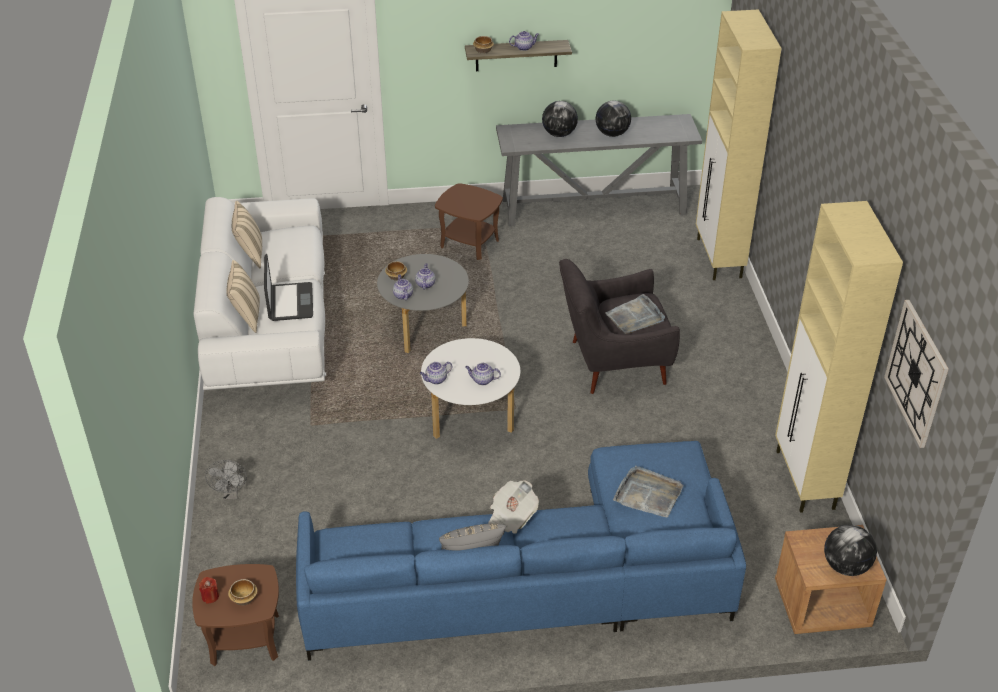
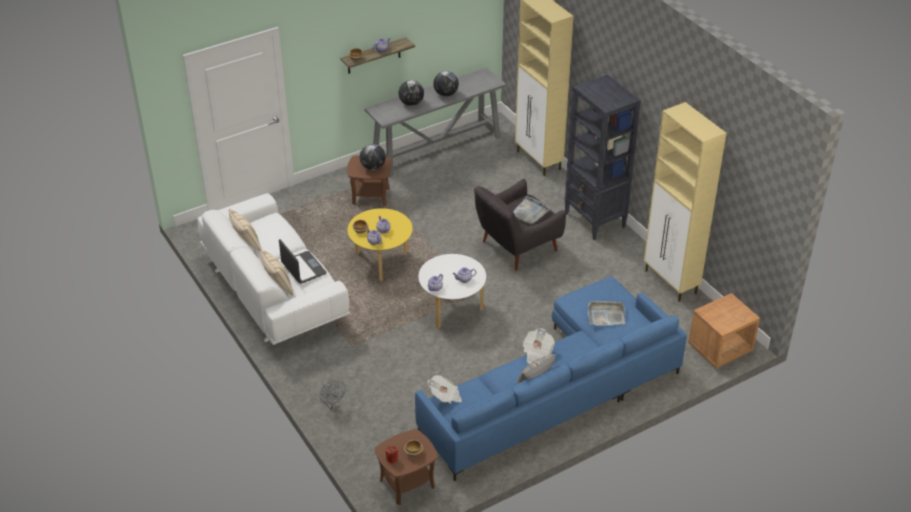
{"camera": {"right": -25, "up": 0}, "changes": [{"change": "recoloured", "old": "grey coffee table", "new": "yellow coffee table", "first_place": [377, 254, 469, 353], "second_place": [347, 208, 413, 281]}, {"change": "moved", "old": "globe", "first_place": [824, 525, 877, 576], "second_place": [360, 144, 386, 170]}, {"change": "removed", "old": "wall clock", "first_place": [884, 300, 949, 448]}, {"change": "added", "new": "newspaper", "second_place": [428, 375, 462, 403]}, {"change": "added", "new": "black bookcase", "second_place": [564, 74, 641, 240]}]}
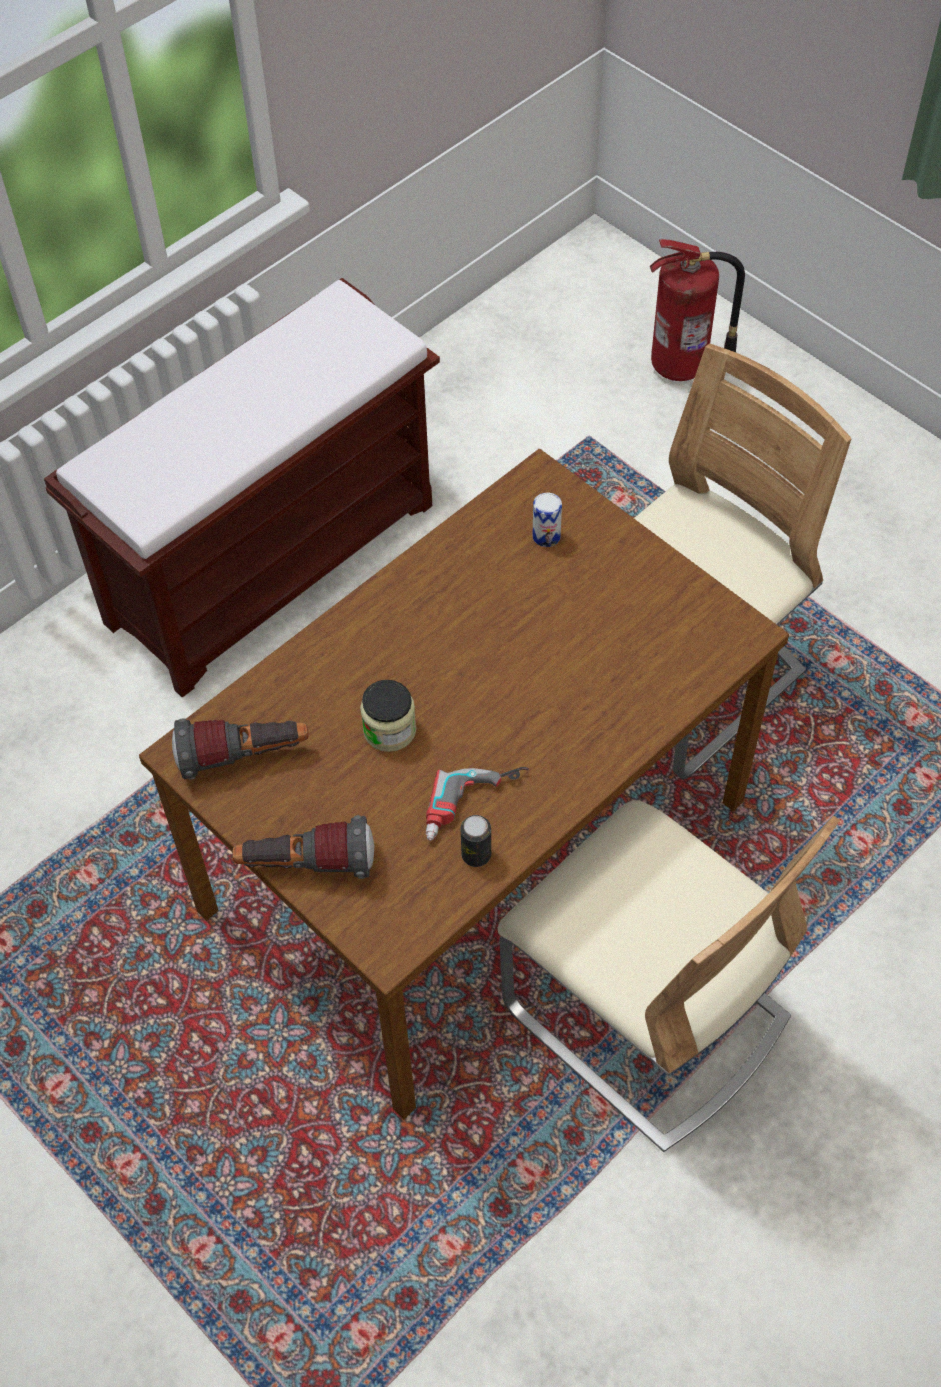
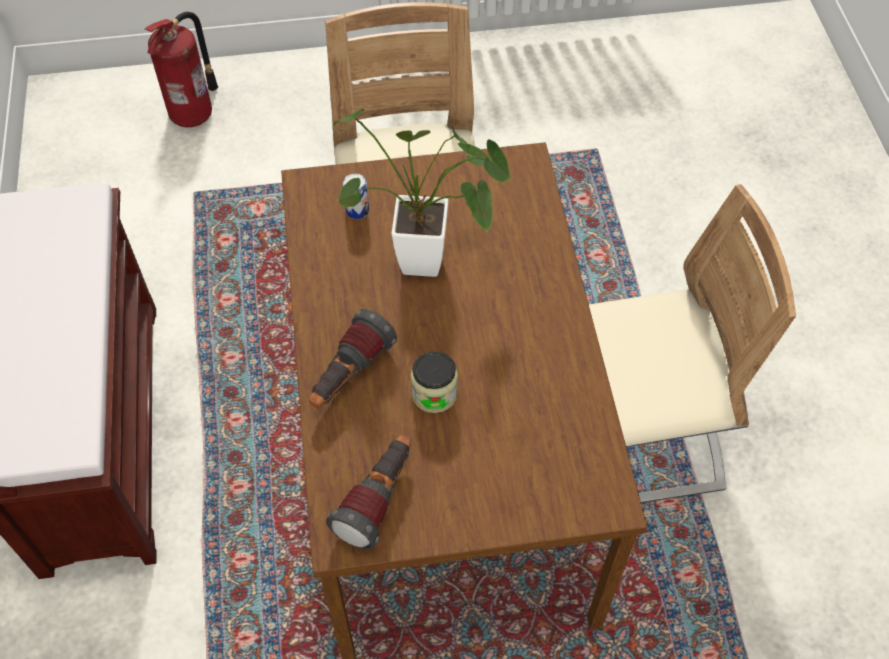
{"camera": {"right": -55, "up": 0}, "changes": [{"change": "moved", "old": "flashlight", "first_place": [232, 815, 374, 879], "second_place": [309, 309, 397, 408]}, {"change": "removed", "old": "power drill", "first_place": [425, 767, 529, 841]}, {"change": "removed", "old": "can", "first_place": [460, 815, 491, 867]}, {"change": "added", "new": "potted plant", "second_place": [332, 109, 512, 277]}]}
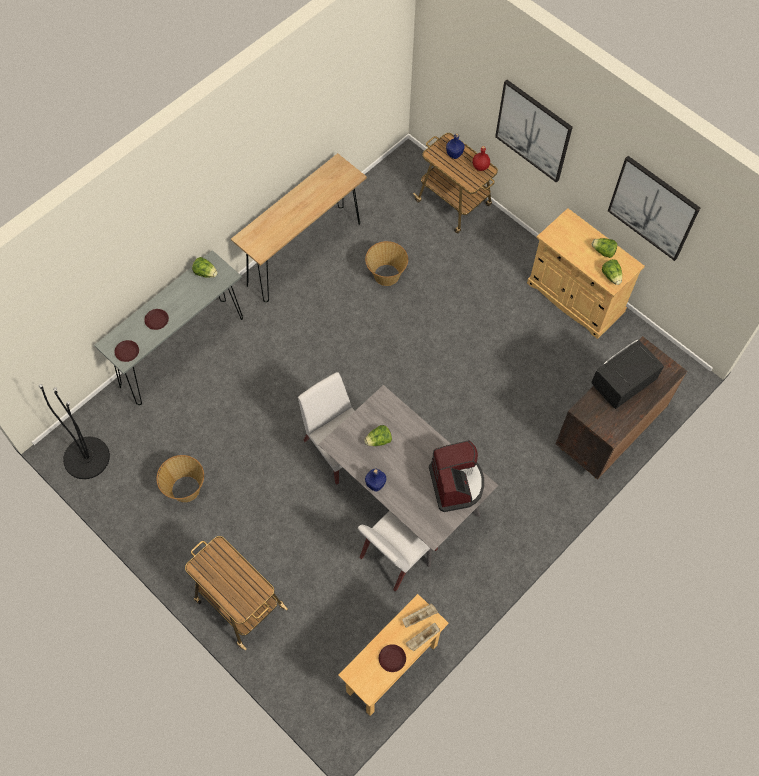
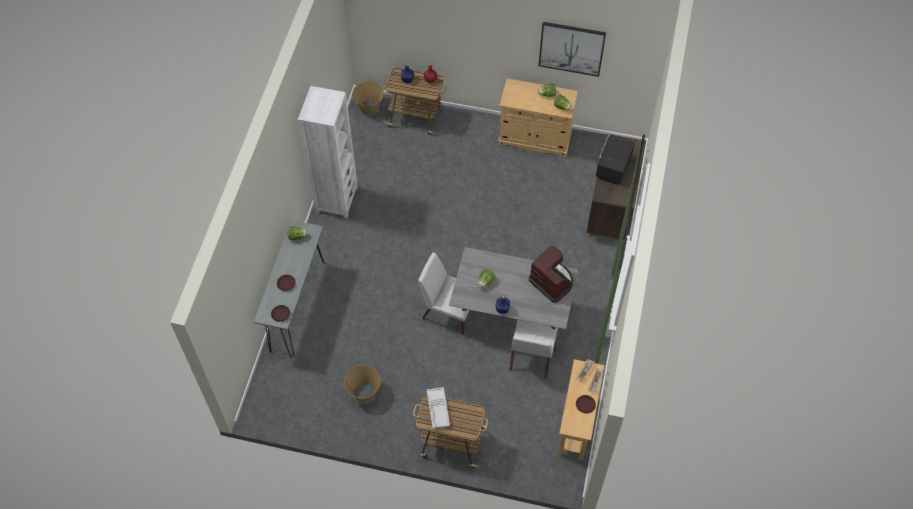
{"camera": {"right": -30, "up": -5}, "changes": [{"change": "removed", "old": "black floor lamp", "first_place": [39, 384, 110, 479]}, {"change": "replaced", "old": "brown console table", "new": "white bookcase", "first_place": [231, 153, 367, 302], "second_place": [298, 86, 358, 218]}, {"change": "moved", "old": "basket", "first_place": [365, 241, 408, 286], "second_place": [352, 82, 384, 115]}, {"change": "removed", "old": "picture", "first_place": [495, 80, 573, 183]}, {"change": "added", "new": "white tray", "second_place": [427, 387, 450, 429]}]}
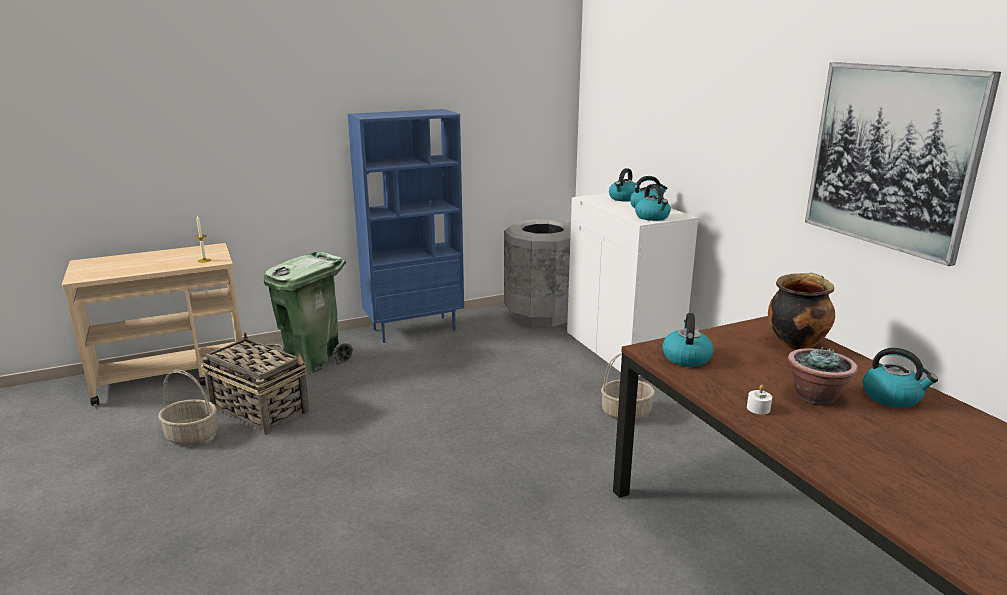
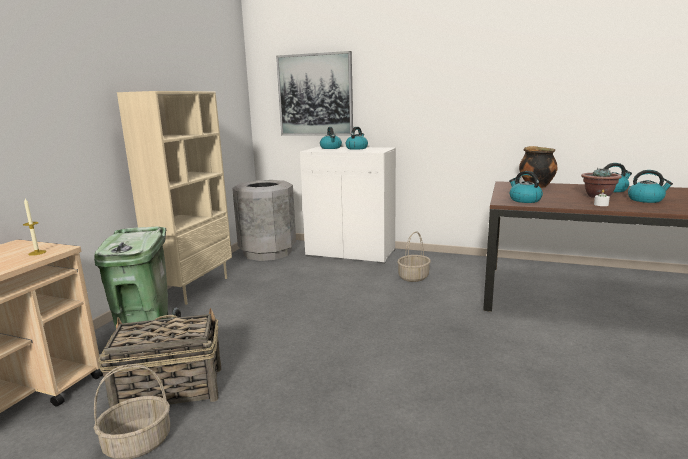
{"camera": {"right": -45, "up": -5}, "changes": [{"change": "recoloured", "old": "blue bookcase", "new": "beige bookcase", "first_place": [348, 109, 464, 343], "second_place": [117, 91, 232, 305]}, {"change": "moved", "old": "kettle", "first_place": [635, 184, 671, 221], "second_place": [628, 170, 673, 203]}, {"change": "moved", "old": "picture", "first_place": [805, 62, 1001, 266], "second_place": [276, 51, 353, 136]}]}
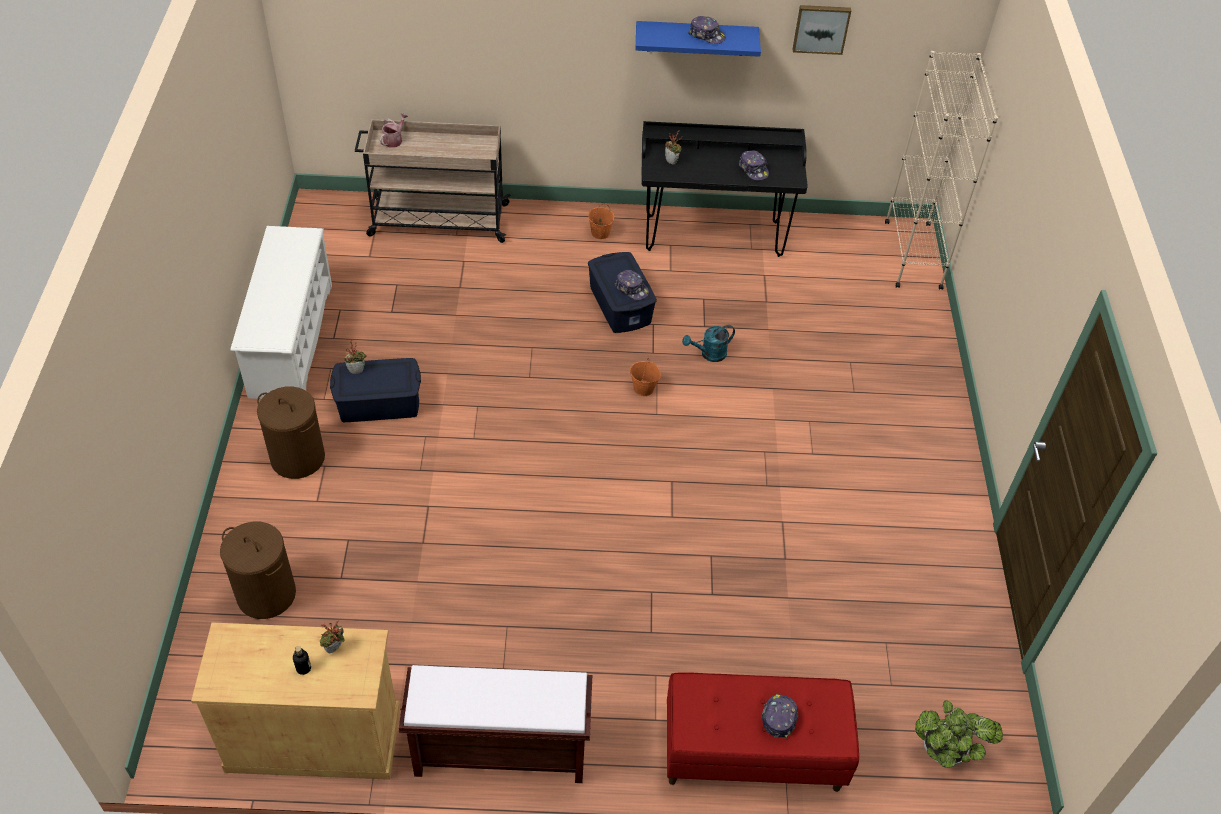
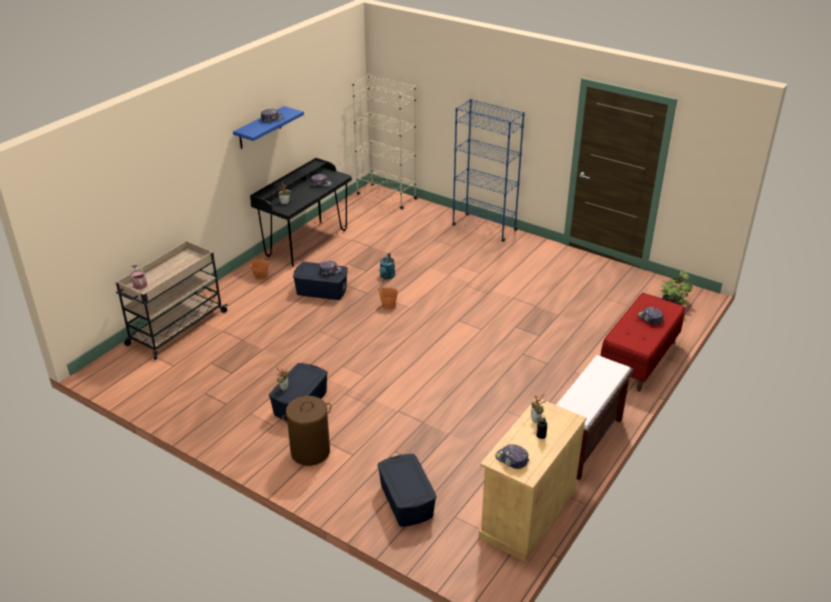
{"camera": {"right": -55, "up": -15}, "changes": [{"change": "replaced", "old": "brown laundry basket", "new": "blue storage box", "first_place": [220, 521, 296, 619], "second_place": [377, 454, 437, 527]}, {"change": "removed", "old": "white shoe rack", "first_place": [231, 226, 332, 399]}, {"change": "removed", "old": "picture", "first_place": [793, 5, 851, 55]}, {"change": "added", "new": "blue bookcase", "second_place": [452, 99, 525, 242]}, {"change": "added", "new": "cap", "second_place": [495, 444, 529, 469]}]}
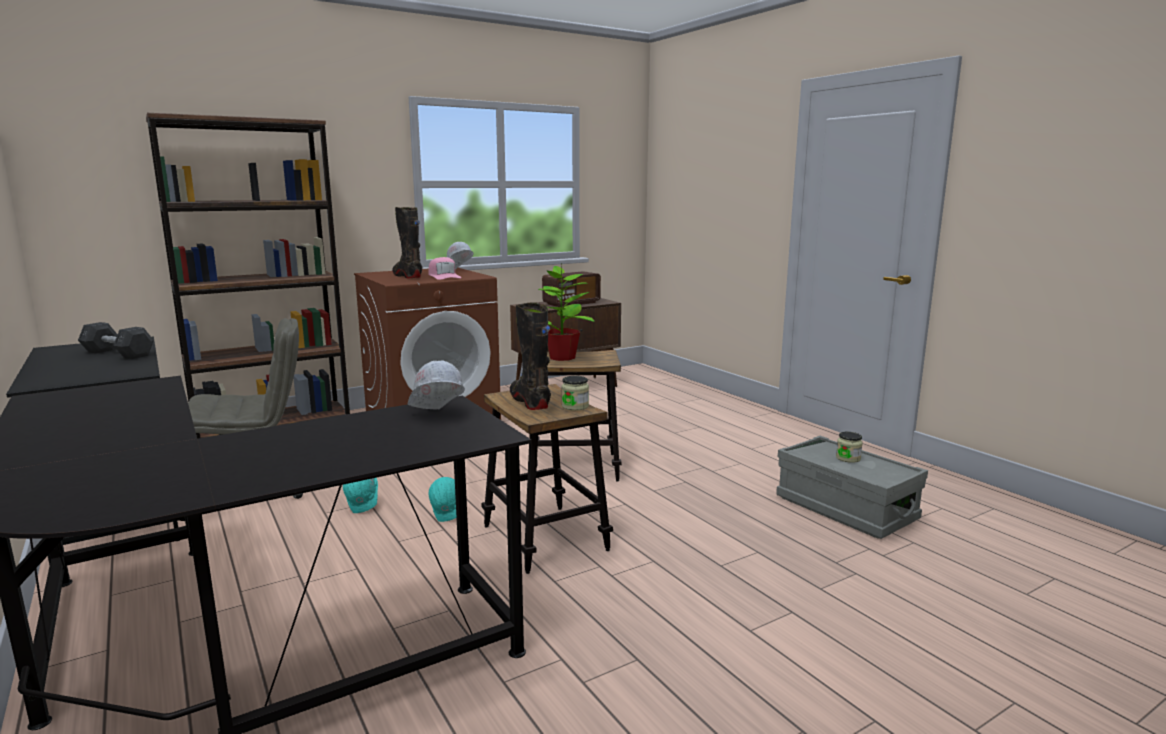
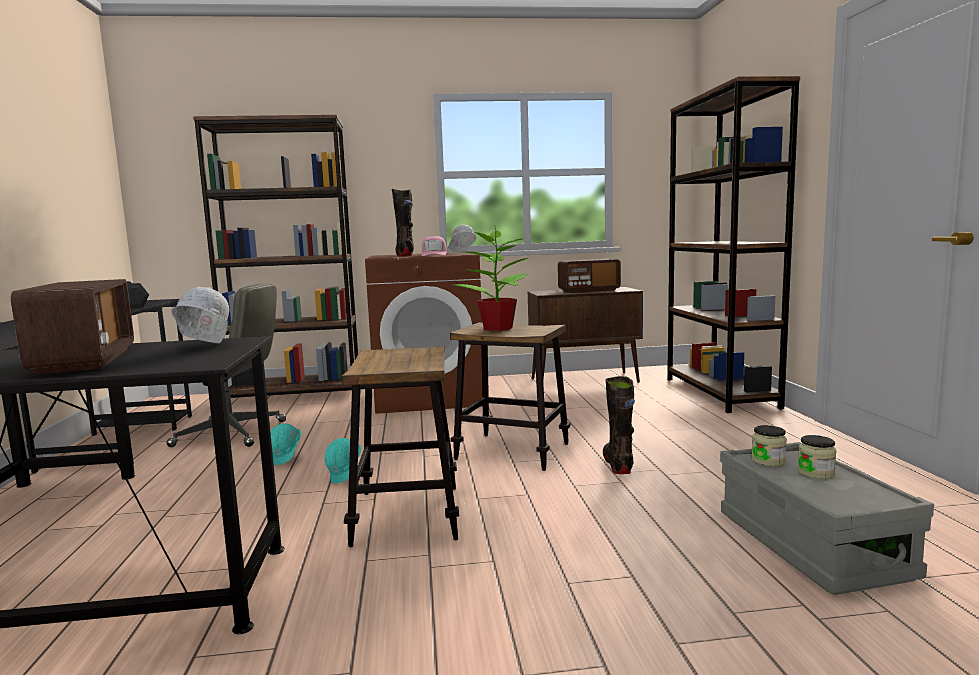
{"camera": {"right": 25, "up": -5}, "changes": [{"change": "moved", "old": "black boot", "first_place": [510, 302, 551, 410], "second_place": [603, 376, 635, 474]}, {"change": "moved", "old": "jar", "first_place": [561, 376, 589, 411], "second_place": [751, 425, 787, 467]}, {"change": "added", "new": "radio", "second_place": [11, 279, 134, 374]}, {"change": "added", "new": "brown bookcase", "second_place": [667, 76, 800, 413]}]}
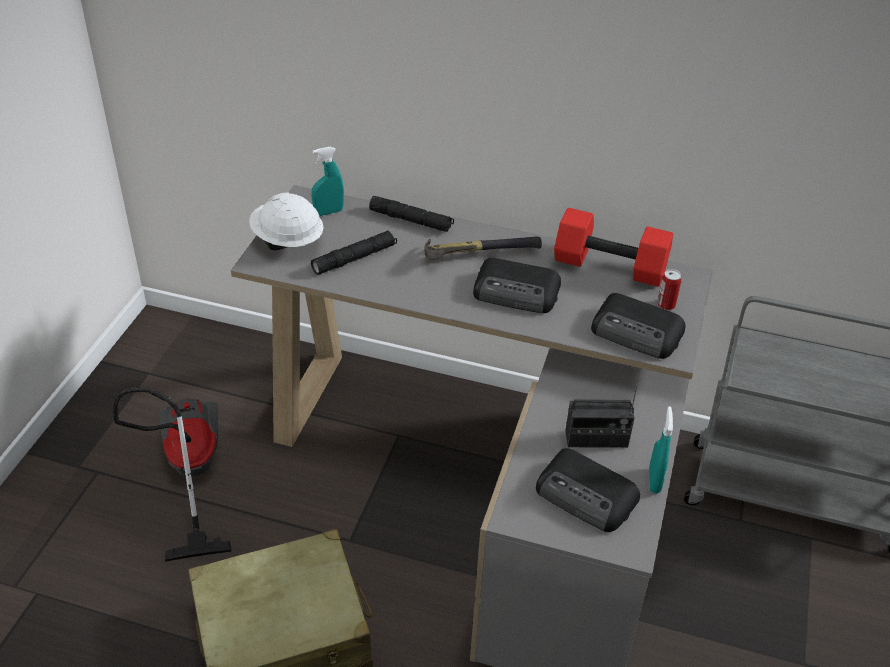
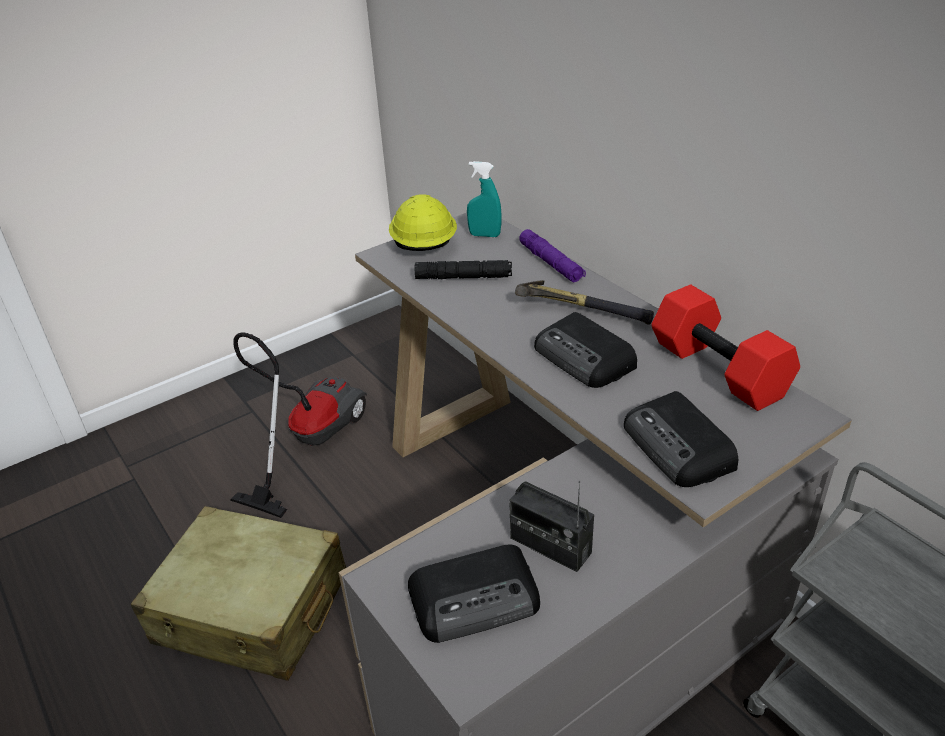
{"camera": {"right": 40, "up": -5}, "changes": [{"change": "recoloured", "old": "white hard hat", "new": "yellow hard hat", "first_place": [249, 193, 324, 250], "second_place": [389, 194, 457, 251]}, {"change": "recoloured", "old": "black flashlight", "new": "purple flashlight", "first_place": [369, 196, 454, 232], "second_place": [519, 229, 586, 282]}, {"change": "turned", "old": "radio", "first_place": [536, 448, 640, 532], "second_place": [408, 544, 540, 643], "degrees": -90}, {"change": "removed", "old": "turquoise spray bottle", "first_place": [649, 406, 673, 494]}, {"change": "removed", "old": "can", "first_place": [657, 269, 681, 310]}]}
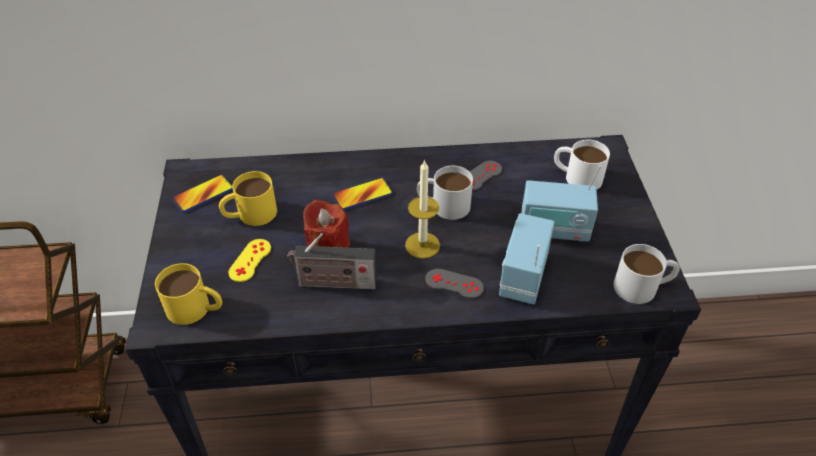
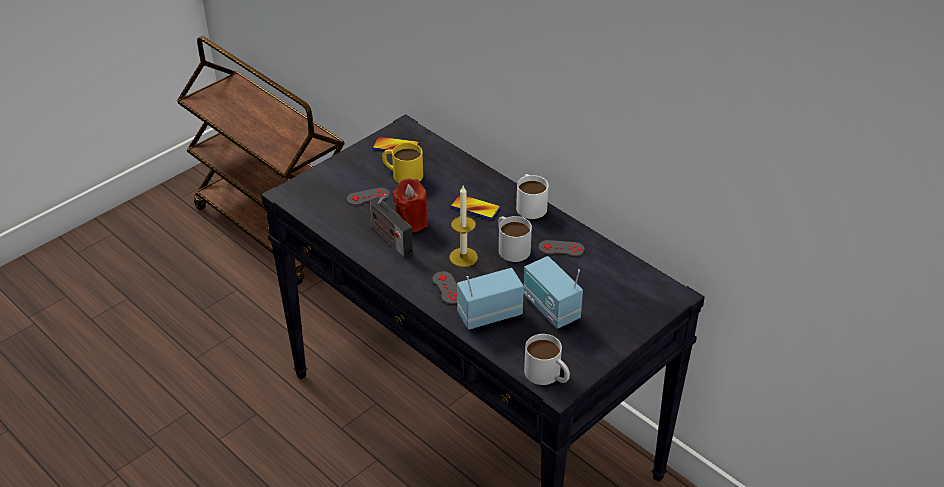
{"camera": {"right": 50, "up": -5}, "changes": [{"change": "removed", "old": "yellow mug", "first_place": [155, 263, 222, 325]}, {"change": "recoloured", "old": "yellow game controller", "new": "grey game controller", "first_place": [228, 239, 271, 282], "second_place": [347, 188, 390, 206]}, {"change": "moved", "old": "white mug", "first_place": [554, 140, 610, 190], "second_place": [516, 174, 548, 219]}]}
